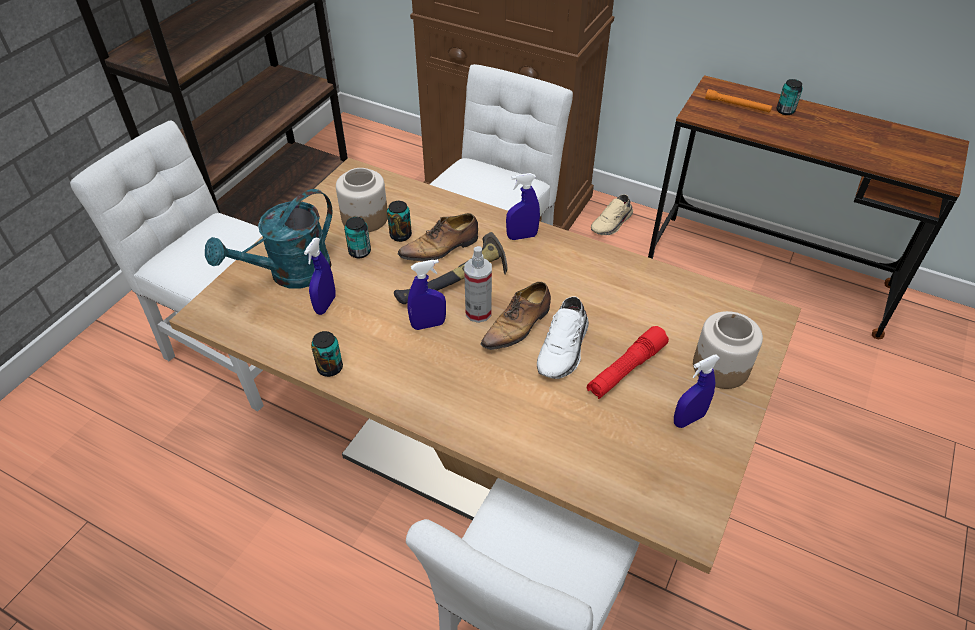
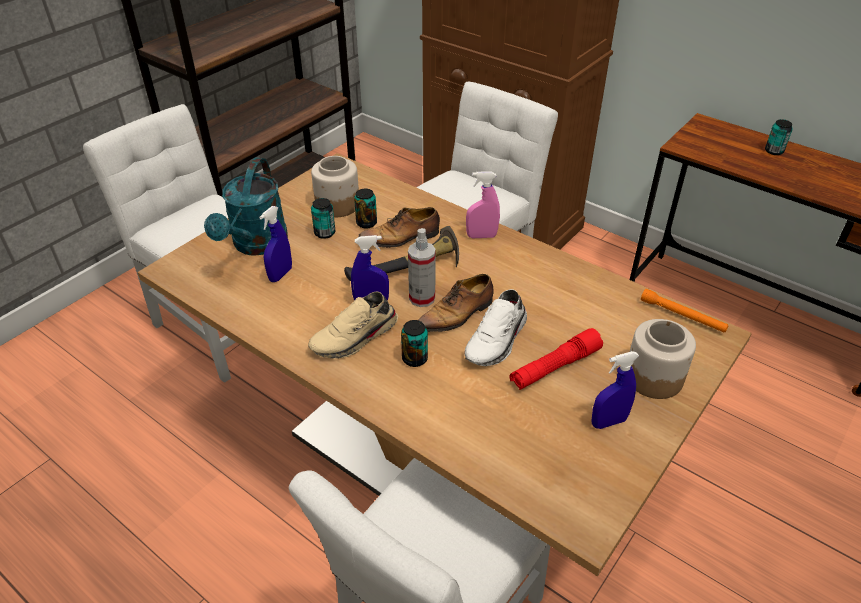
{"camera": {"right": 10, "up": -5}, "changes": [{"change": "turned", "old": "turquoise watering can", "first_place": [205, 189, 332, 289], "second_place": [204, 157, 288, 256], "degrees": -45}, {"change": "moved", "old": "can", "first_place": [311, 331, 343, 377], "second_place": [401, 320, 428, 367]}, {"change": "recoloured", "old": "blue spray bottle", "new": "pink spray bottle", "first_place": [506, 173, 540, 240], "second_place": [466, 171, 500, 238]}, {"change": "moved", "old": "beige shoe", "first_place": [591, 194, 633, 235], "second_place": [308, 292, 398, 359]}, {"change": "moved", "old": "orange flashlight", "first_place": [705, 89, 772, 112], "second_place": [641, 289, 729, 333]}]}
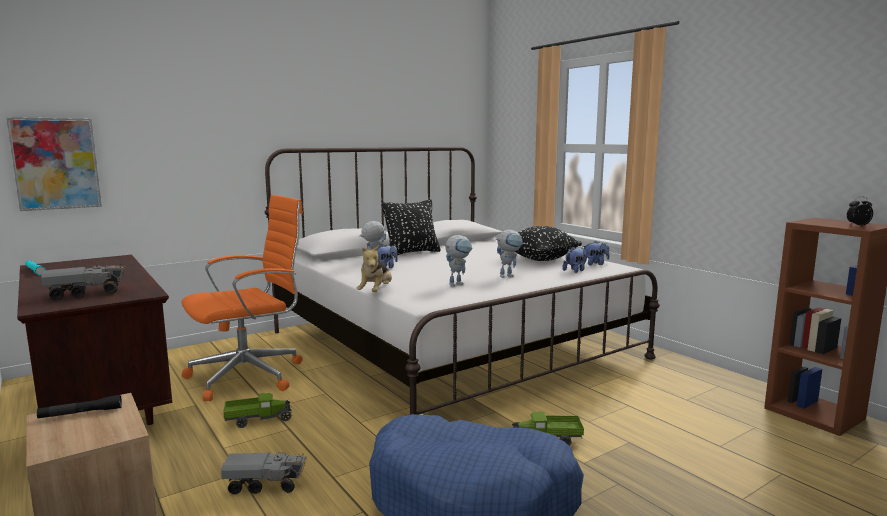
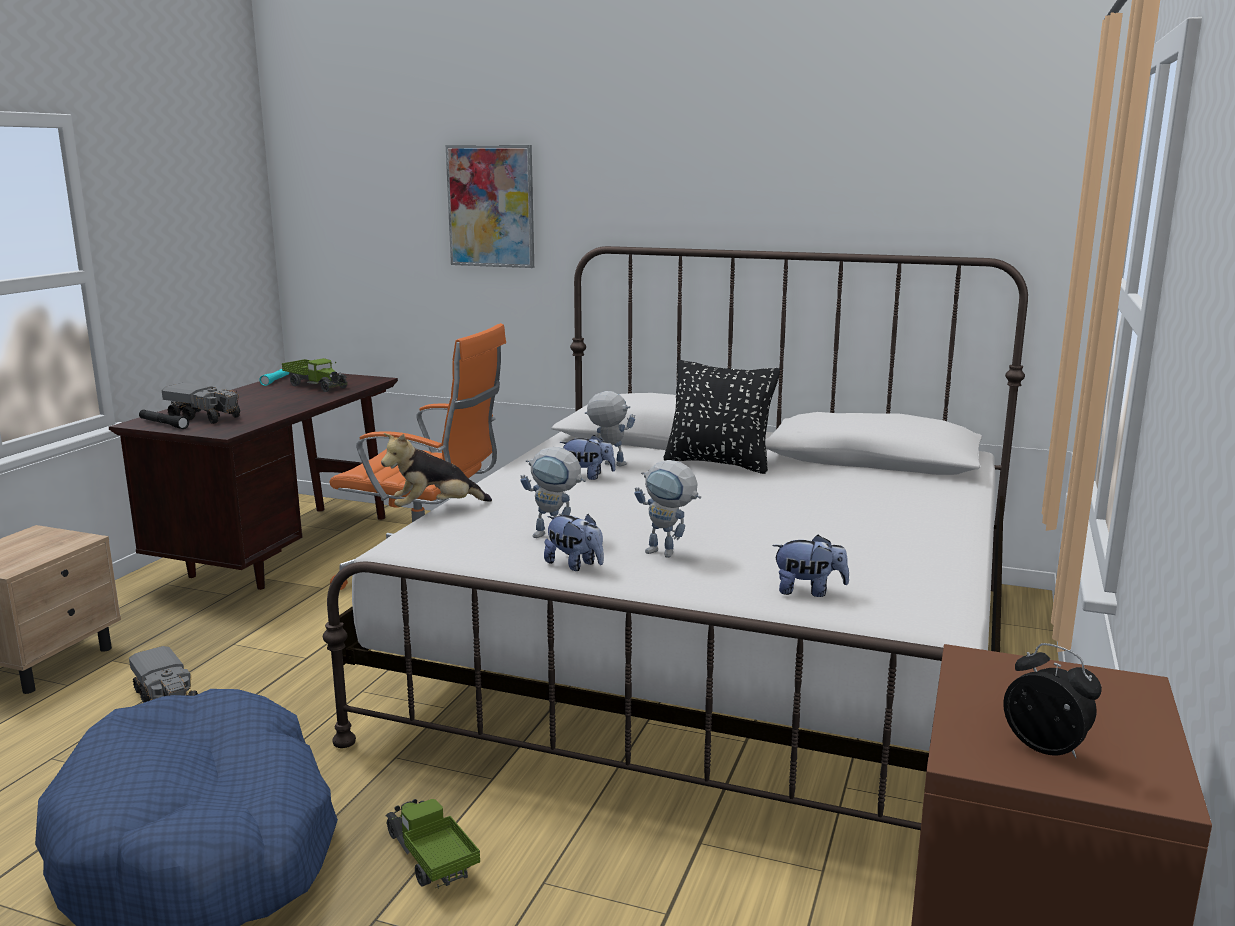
{"camera": {"right": 55, "up": 5}, "changes": [{"change": "moved", "old": "picture", "first_place": [6, 117, 102, 211], "second_place": [445, 145, 534, 268]}, {"change": "moved", "old": "black flashlight", "first_place": [37, 395, 122, 419], "second_place": [139, 410, 189, 429]}, {"change": "moved", "old": "toy truck", "first_place": [223, 393, 292, 428], "second_place": [282, 358, 348, 392]}, {"change": "removed", "old": "black pillow", "first_place": [515, 226, 582, 261]}, {"change": "moved", "old": "plush toy", "first_place": [582, 241, 609, 265], "second_place": [544, 514, 604, 571]}]}
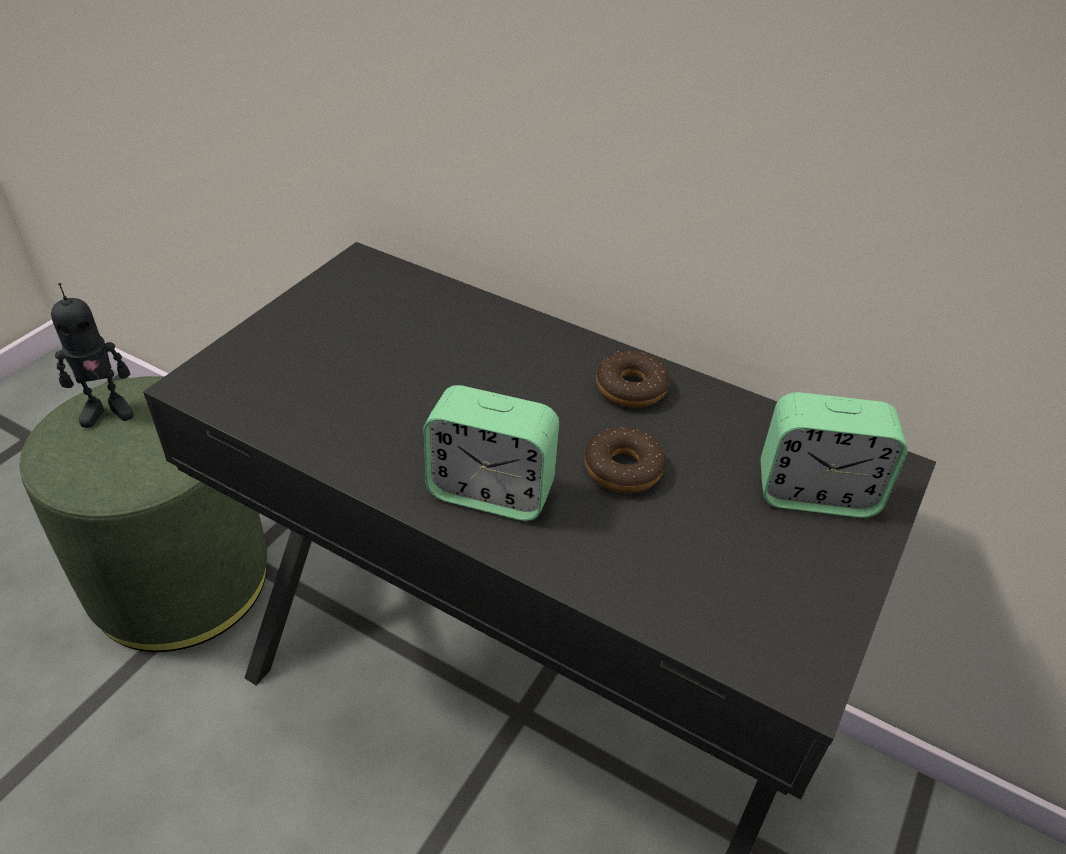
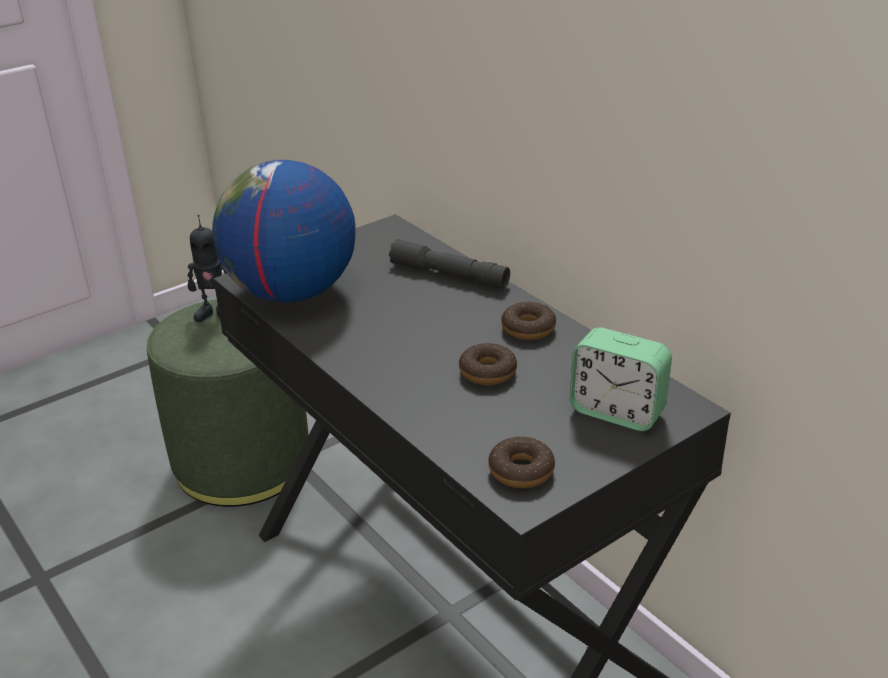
{"camera": {"right": 25, "up": -10}, "changes": [{"change": "removed", "old": "alarm clock", "first_place": [423, 385, 559, 521]}, {"change": "added", "new": "globe", "second_place": [212, 160, 356, 303]}, {"change": "added", "new": "grey flashlight", "second_place": [389, 239, 510, 288]}, {"change": "added", "new": "donut", "second_place": [488, 437, 555, 488]}]}
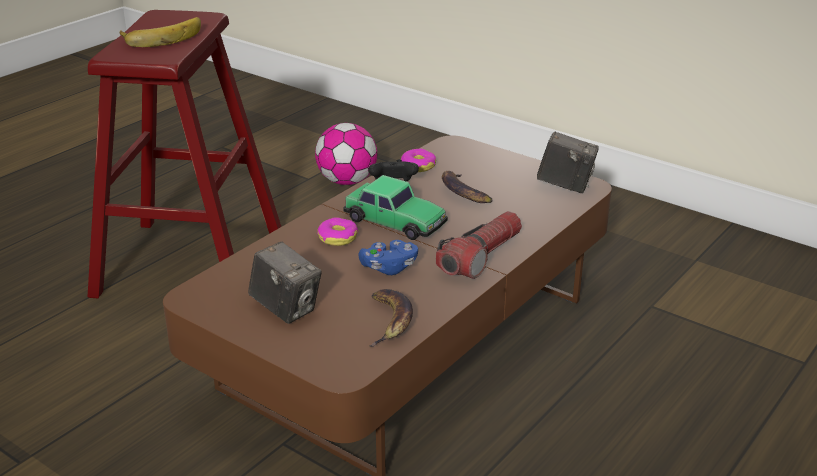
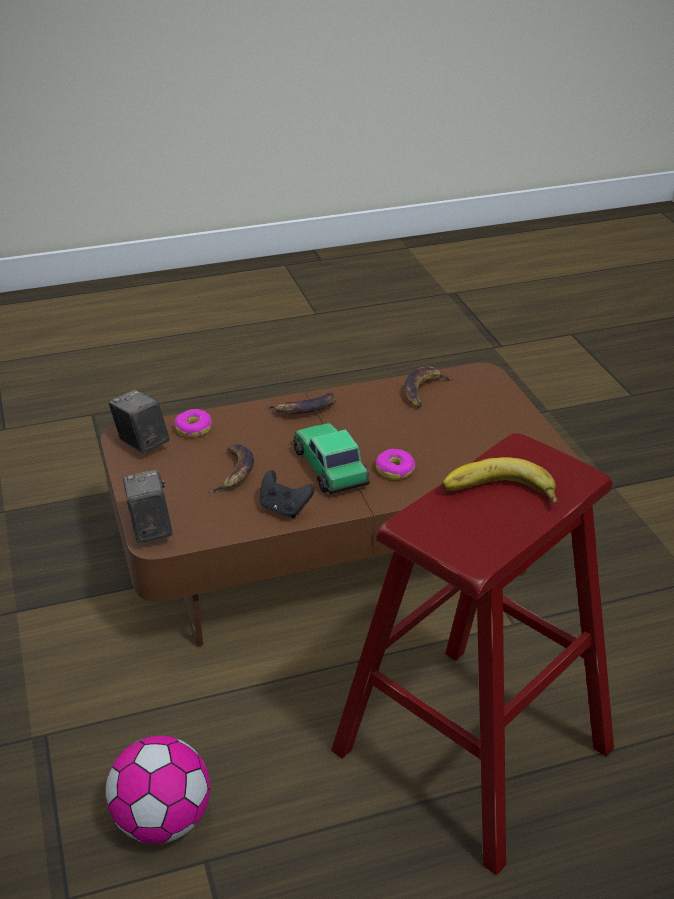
{"camera": {"right": -145, "up": 5}, "changes": [{"change": "moved", "old": "photo camera", "first_place": [248, 241, 322, 324], "second_place": [123, 469, 173, 543]}, {"change": "removed", "old": "blue game controller", "first_place": [358, 240, 418, 275]}, {"change": "moved", "old": "donut", "first_place": [401, 149, 436, 172], "second_place": [174, 409, 212, 437]}, {"change": "replaced", "old": "flashlight", "new": "banana", "first_place": [436, 211, 522, 279], "second_place": [268, 393, 336, 414]}]}
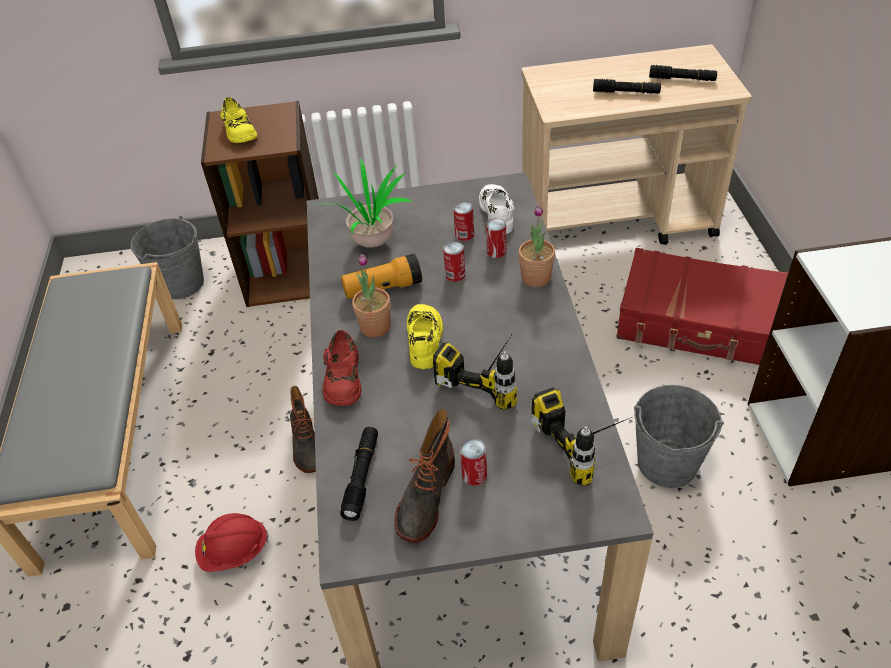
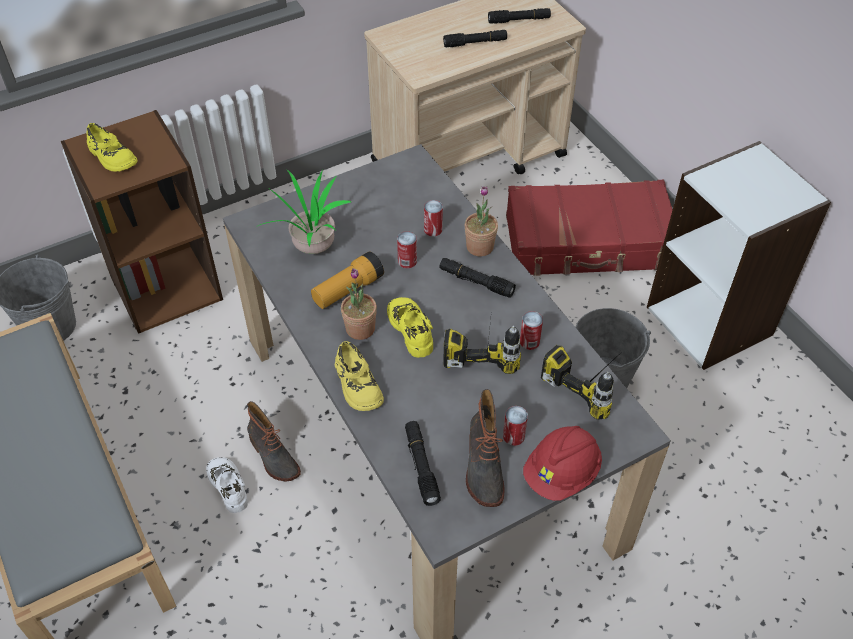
{"camera": {"right": -25, "up": 5}, "changes": [{"change": "moved", "old": "red hard hat", "first_place": [195, 513, 269, 572], "second_place": [523, 426, 602, 501]}, {"change": "recoloured", "old": "red shoe", "new": "yellow shoe", "first_place": [323, 330, 362, 406], "second_place": [335, 341, 384, 411]}, {"change": "moved", "old": "can", "first_place": [453, 202, 474, 241], "second_place": [520, 311, 543, 350]}, {"change": "moved", "old": "white shoe", "first_place": [479, 184, 515, 234], "second_place": [206, 457, 248, 513]}, {"change": "added", "new": "black flashlight", "second_place": [439, 258, 516, 298]}]}
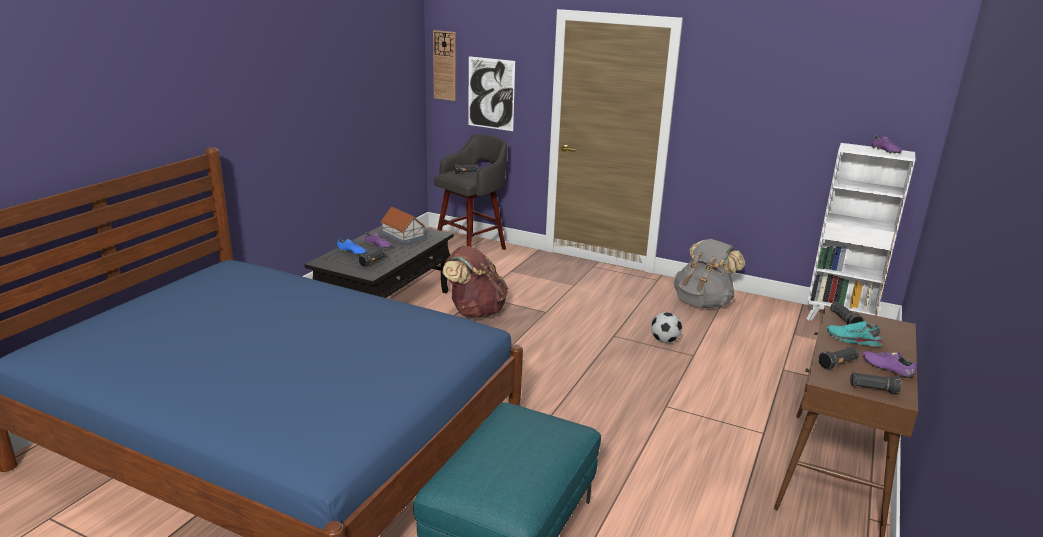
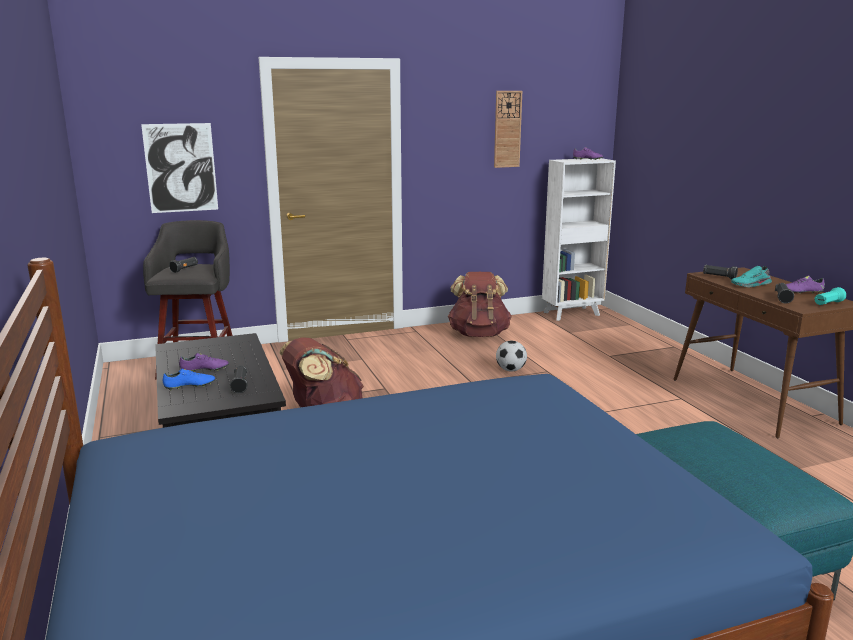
{"camera": {"right": -45, "up": -5}, "changes": [{"change": "removed", "old": "toy house", "first_place": [380, 207, 425, 244]}, {"change": "moved", "old": "wall clock", "first_place": [433, 30, 456, 101], "second_place": [494, 91, 522, 168]}, {"change": "recoloured", "old": "grey backpack", "new": "brown backpack", "first_place": [674, 239, 745, 308], "second_place": [448, 272, 512, 337]}, {"change": "recoloured", "old": "black flashlight", "new": "turquoise flashlight", "first_place": [850, 372, 901, 395], "second_place": [815, 287, 846, 305]}]}
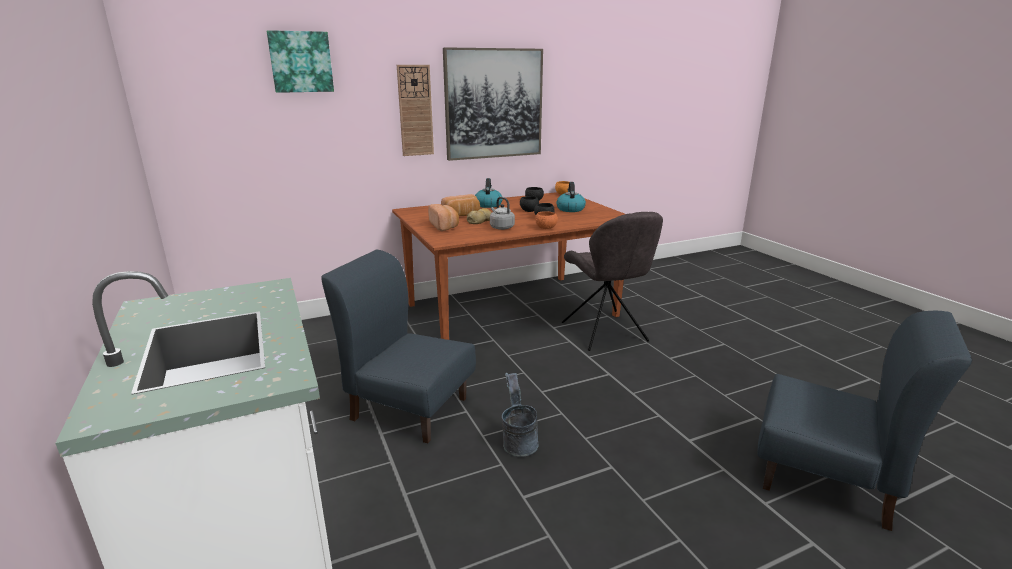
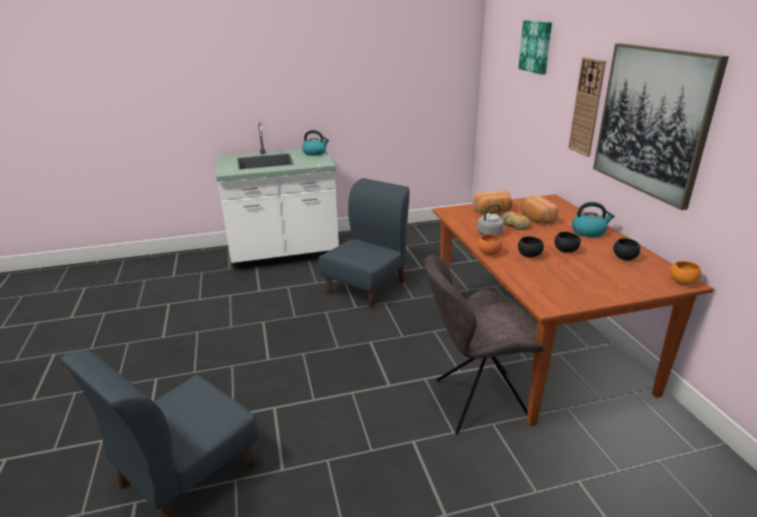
{"camera": {"right": 100, "up": 5}, "changes": [{"change": "removed", "old": "grey bucket", "first_place": [502, 373, 539, 457]}, {"change": "moved", "old": "kettle", "first_place": [556, 182, 586, 212], "second_place": [302, 130, 329, 156]}]}
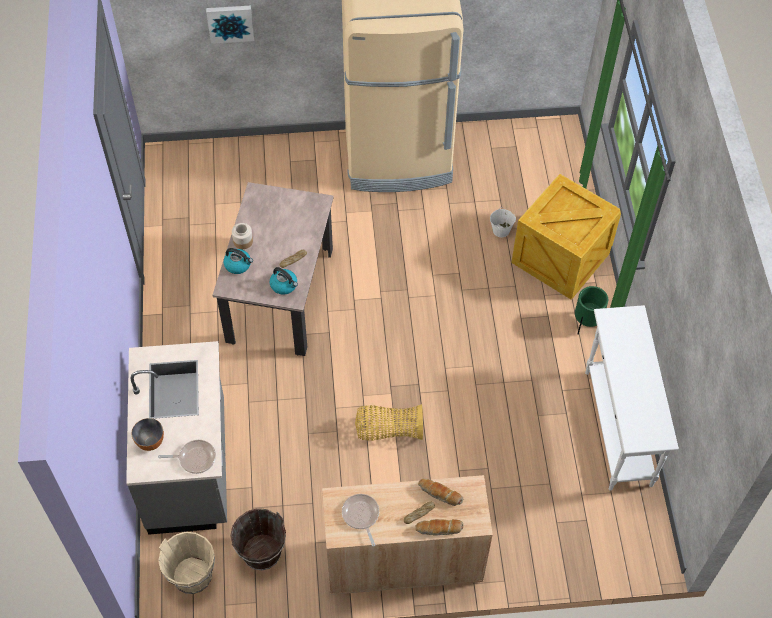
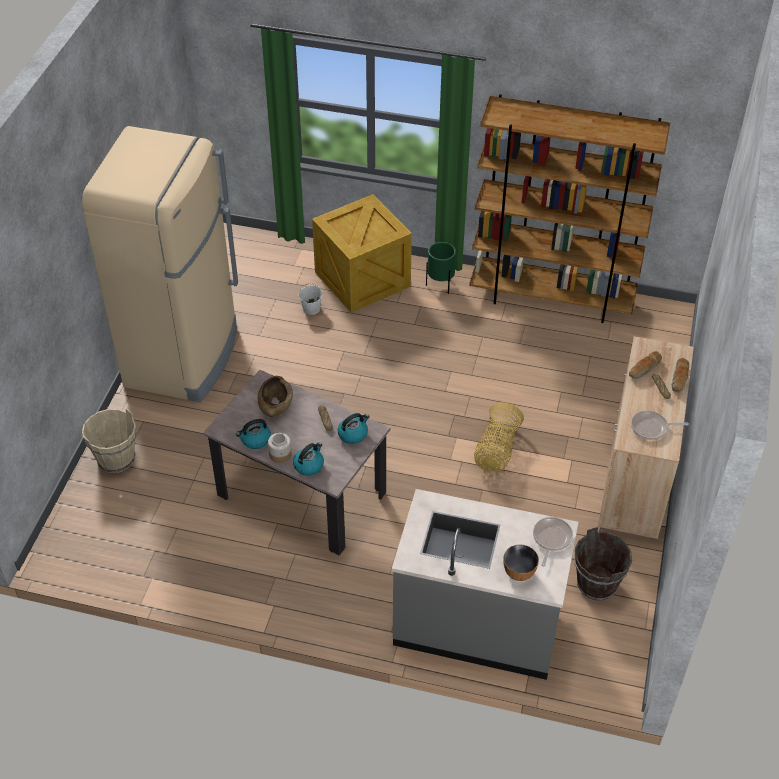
{"camera": {"right": -70, "up": -10}, "changes": [{"change": "moved", "old": "beige bucket", "first_place": [158, 532, 215, 594], "second_place": [82, 408, 136, 473]}, {"change": "removed", "old": "picture", "first_place": [206, 6, 254, 44]}, {"change": "replaced", "old": "white console table", "new": "brown bookcase", "first_place": [585, 305, 679, 491], "second_place": [470, 94, 670, 323]}, {"change": "added", "new": "kettle", "second_place": [236, 419, 271, 449]}, {"change": "added", "new": "brown bowl", "second_place": [258, 376, 293, 417]}]}
